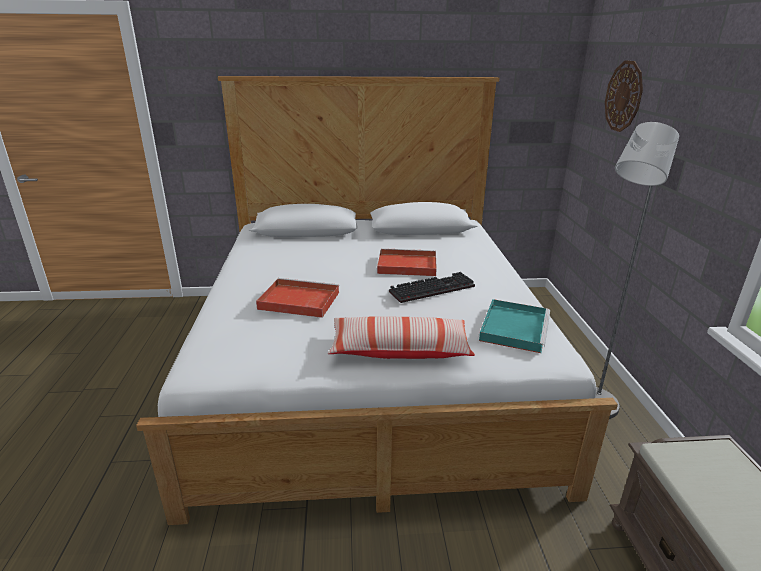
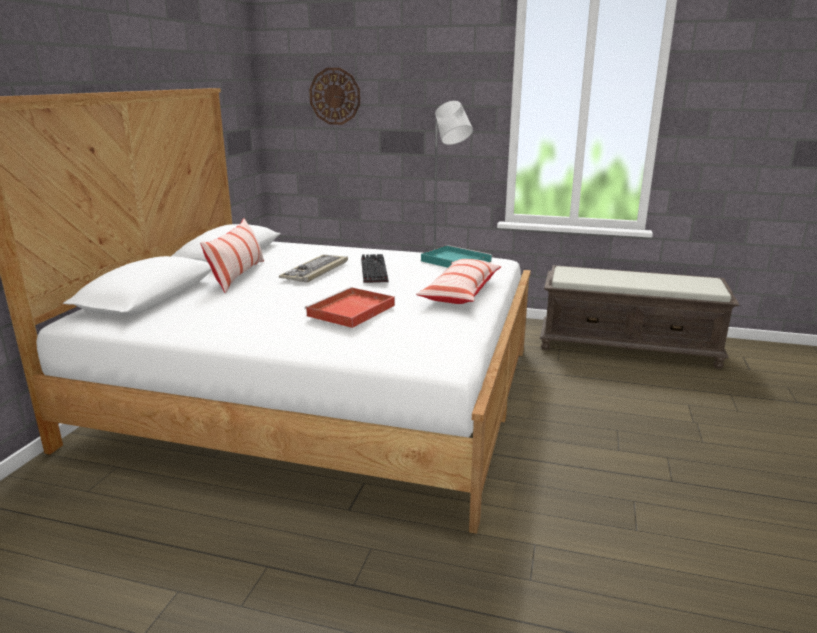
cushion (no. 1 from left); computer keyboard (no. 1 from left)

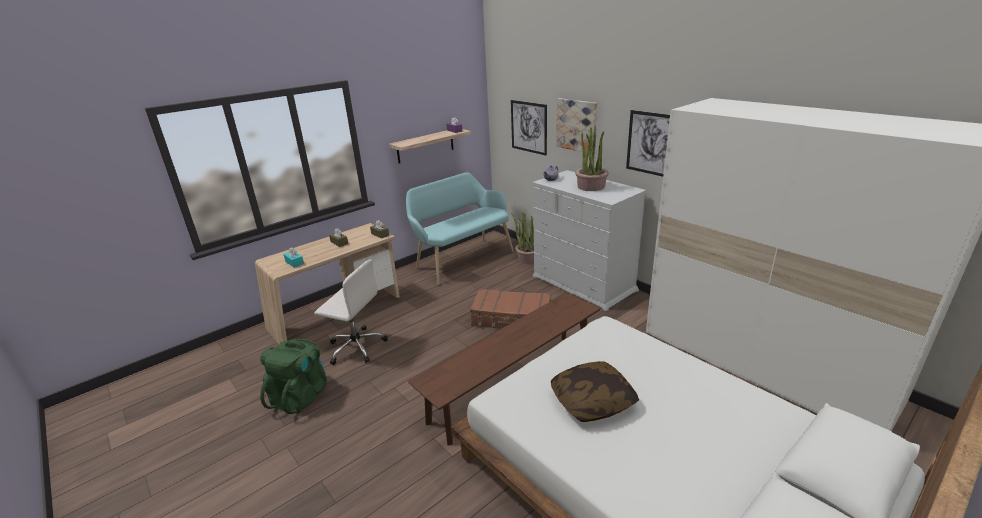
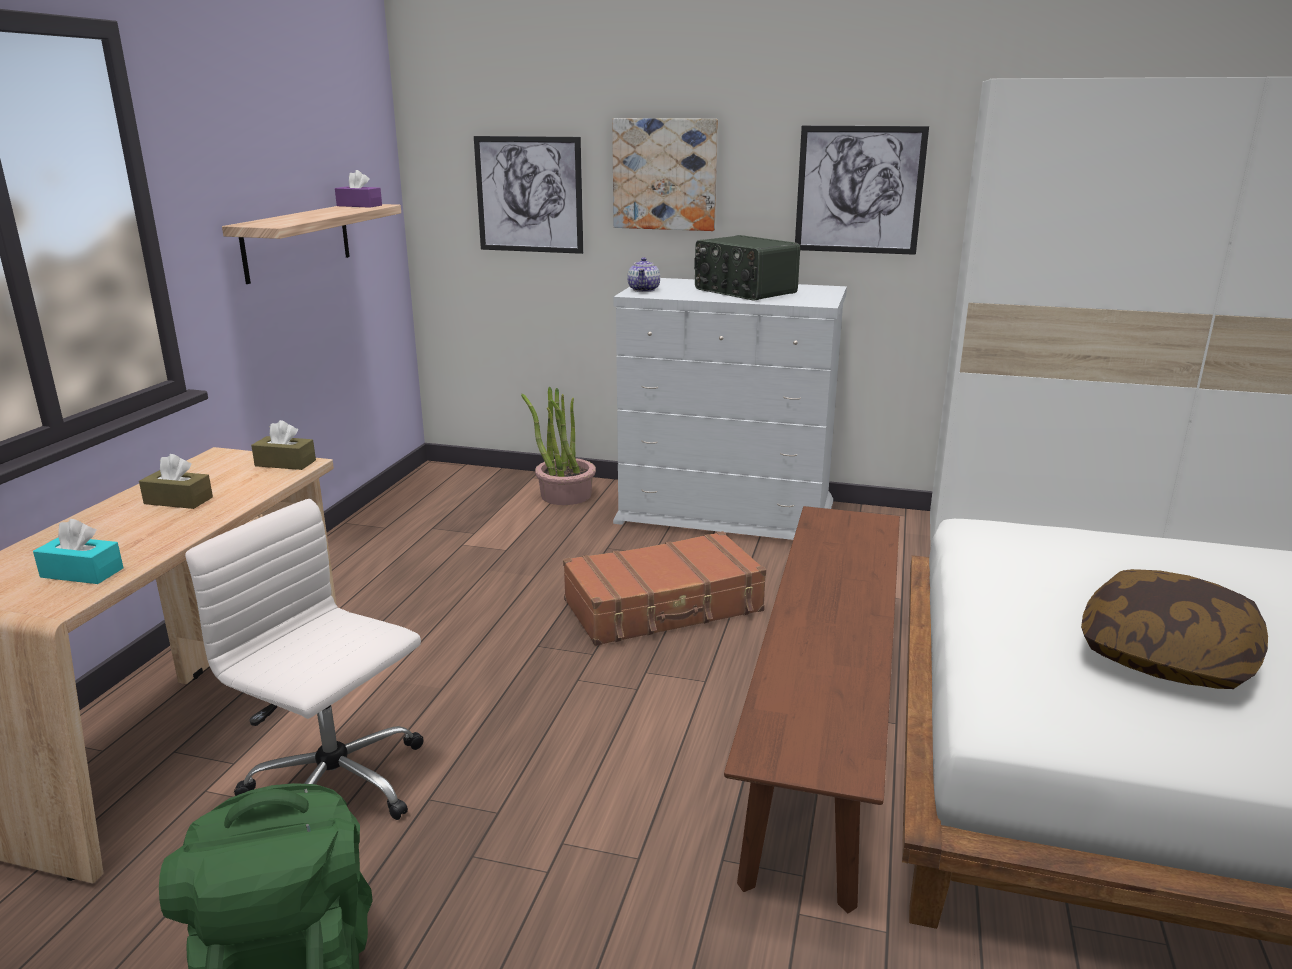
white-coloured computer chair; radio set; turquoise indoor bench

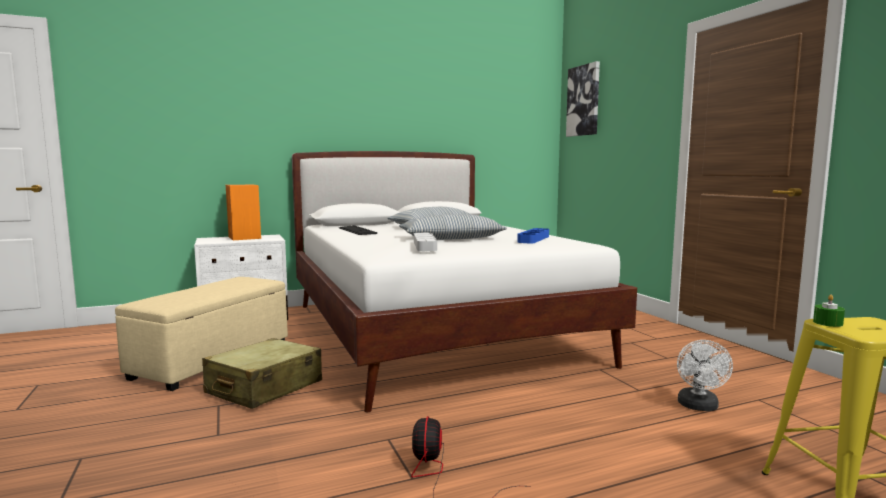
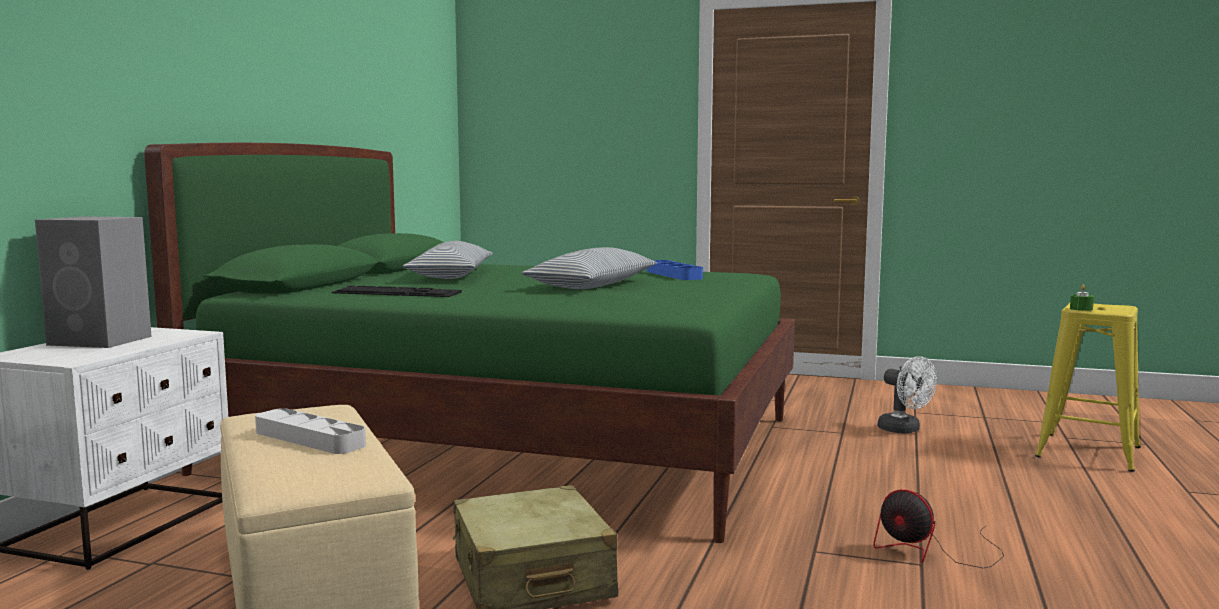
greyish speaker; greenish bedroom bed; greyish serving tray; wall art

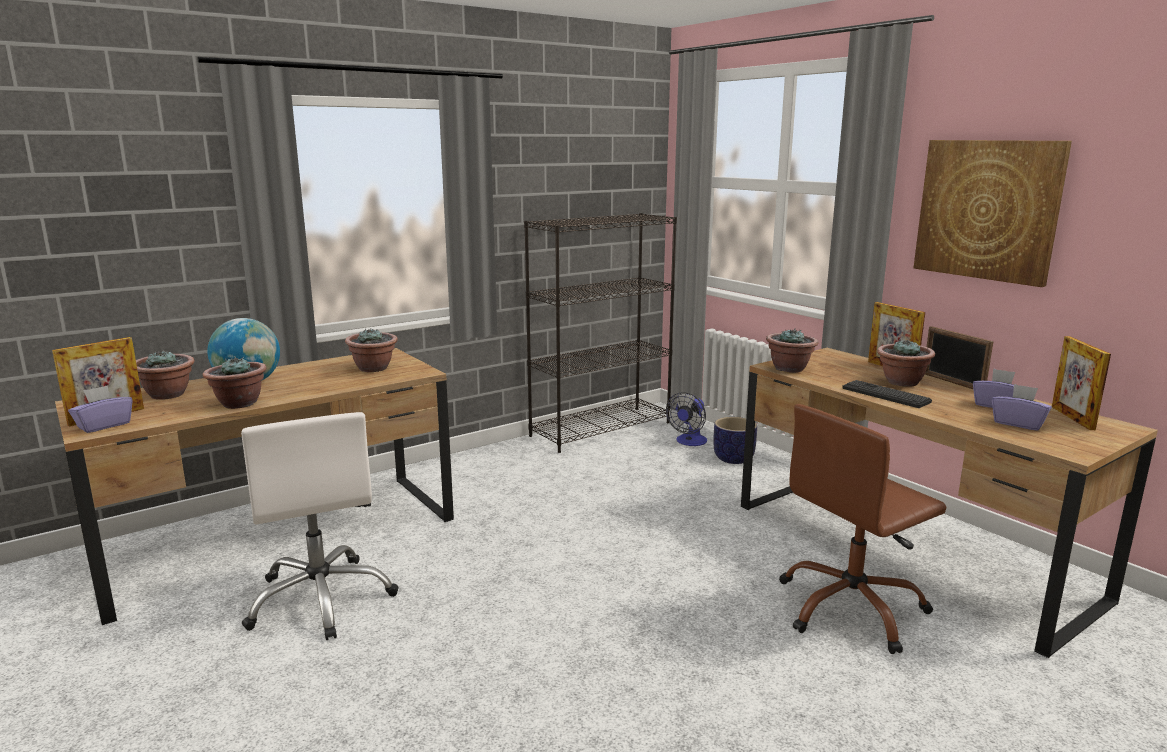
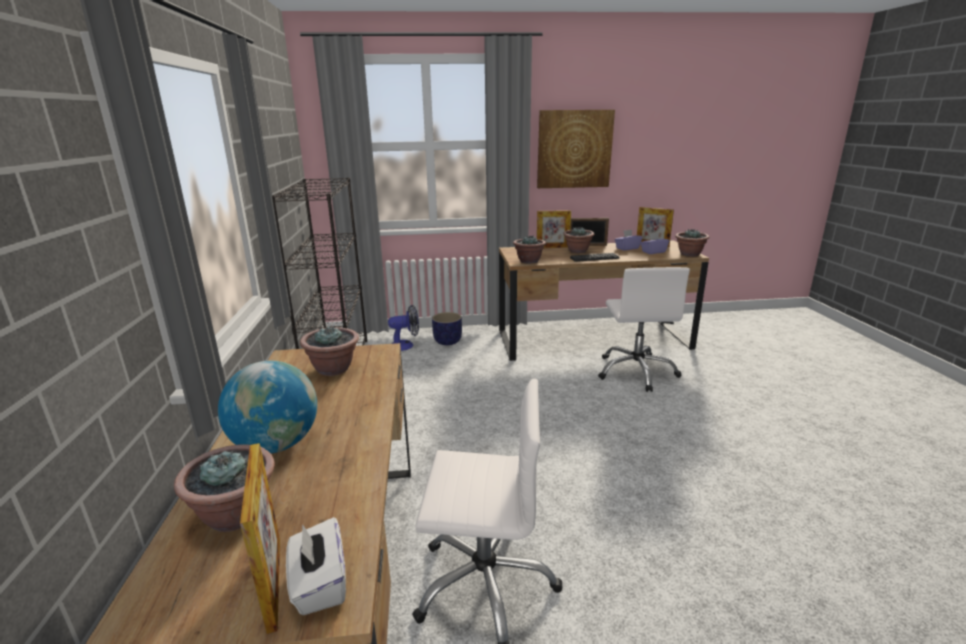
white-coloured tissue holder; fan; white-coloured computer chair (no. 2 from left); houseplant (no. 5 from left)

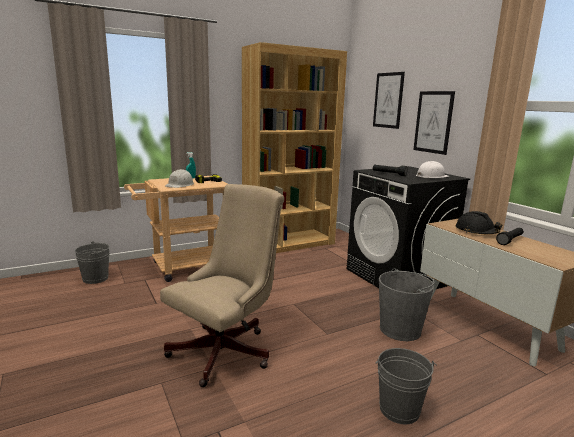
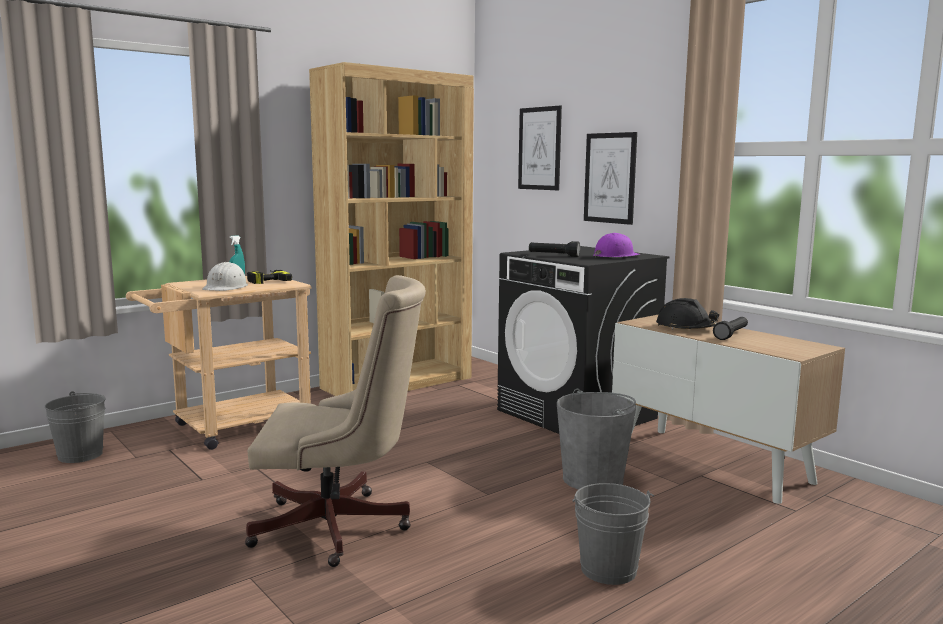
beige-coloured computer chair; purple safety helmet

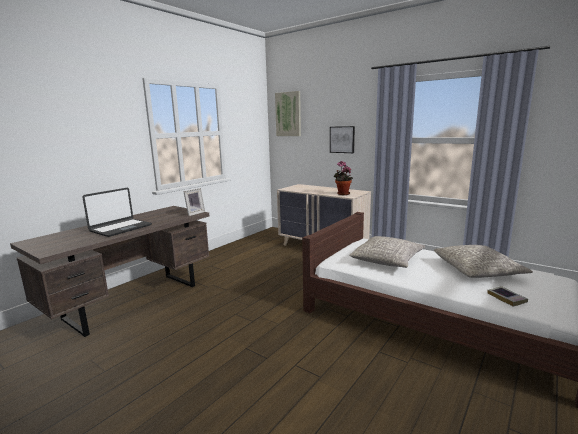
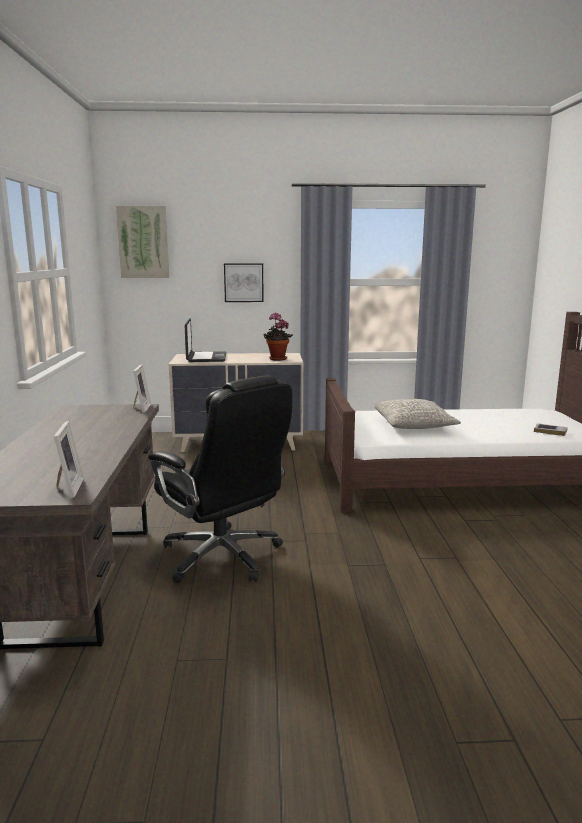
picture frame (no. 1 from left); black-coloured computer chair; laptop; greyish cushion (no. 2 from left in the first image)

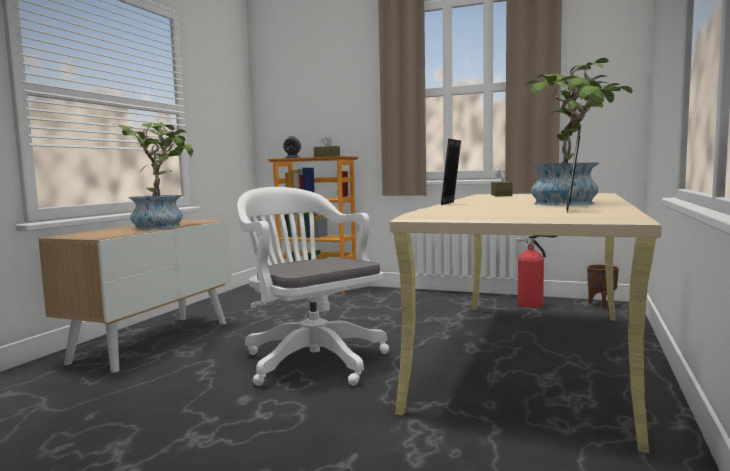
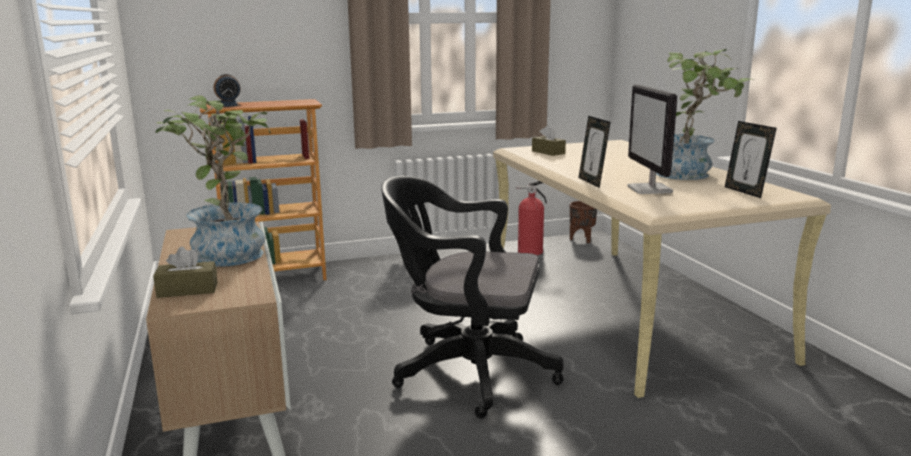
brown tissue holder (no. 1 from left); black-coloured computer chair; computer display

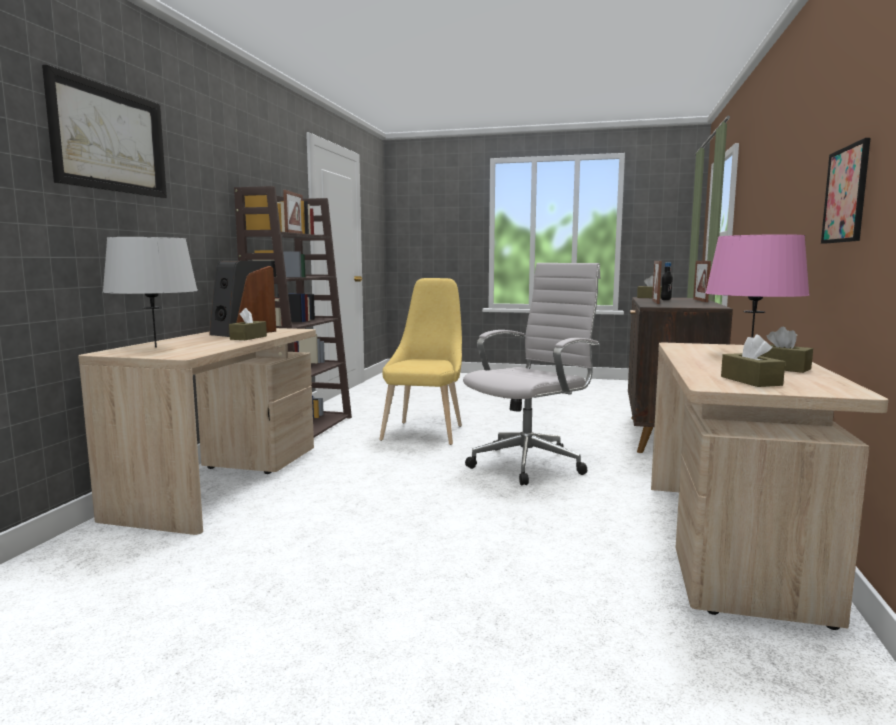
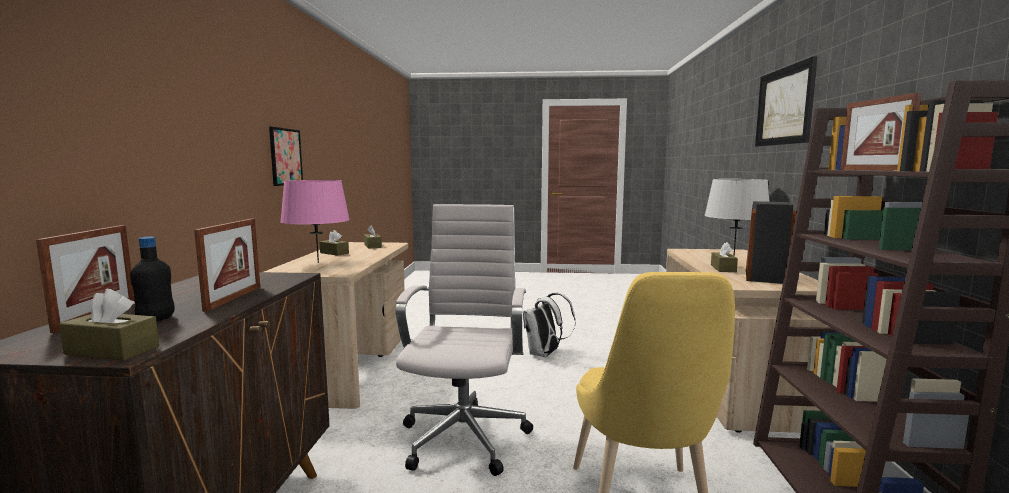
white-coloured computer chair; white-coloured knapsack

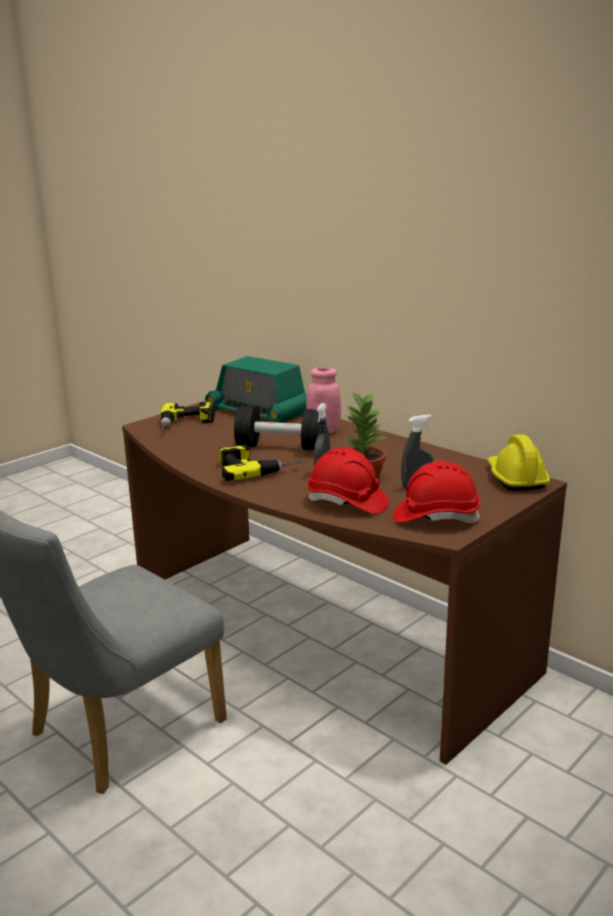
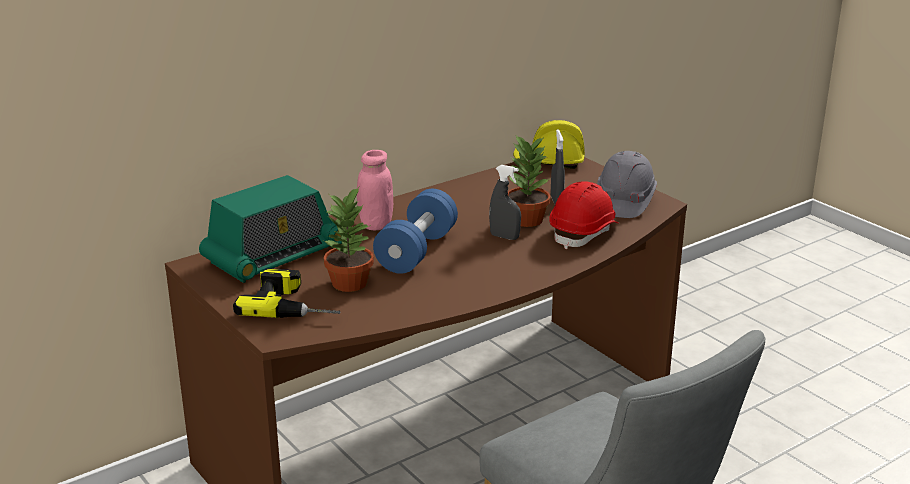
houseplant (no. 1 from left); bluish dumbbell; greyish safety helmet; drill (no. 2 from left in the first image)

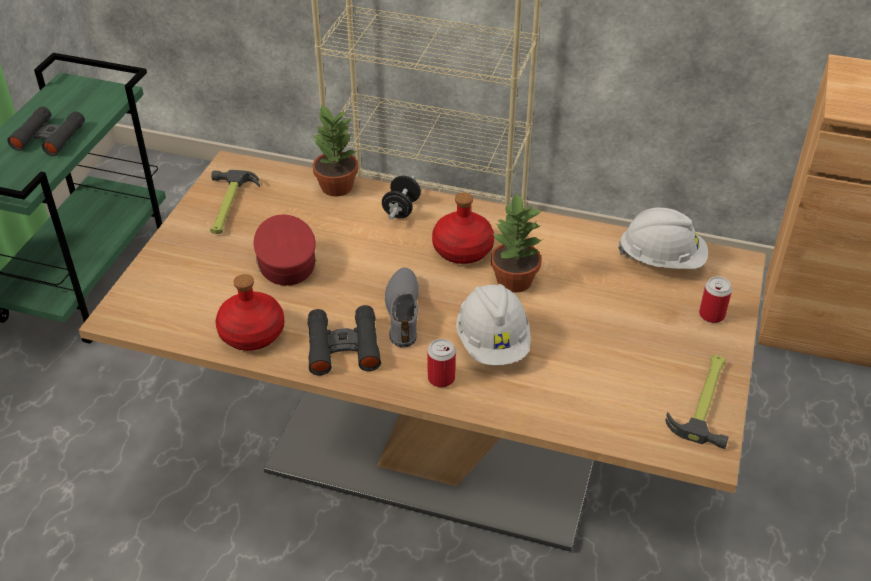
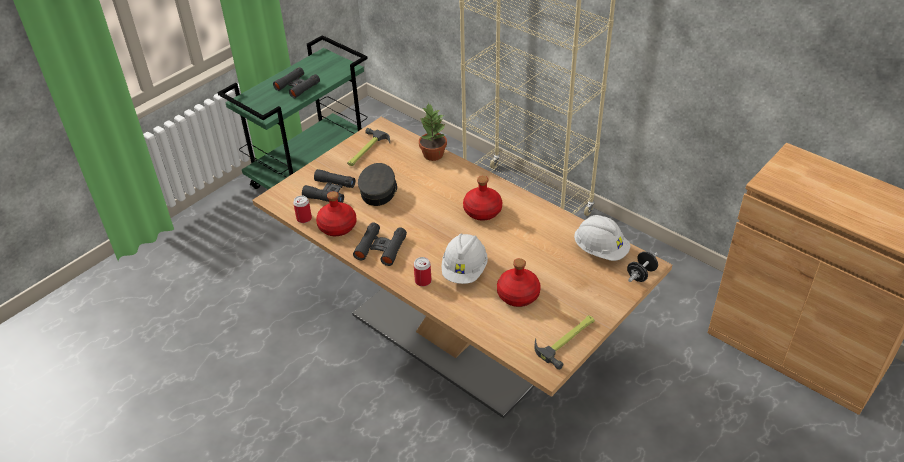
sealed can (no. 1 from left); black-coloured field glasses (no. 2 from left); greyish cap; red beverage bottle (no. 3 from left); black-coloured dumbbell; greyish low shoe; houseplant (no. 2 from left in the first image)

